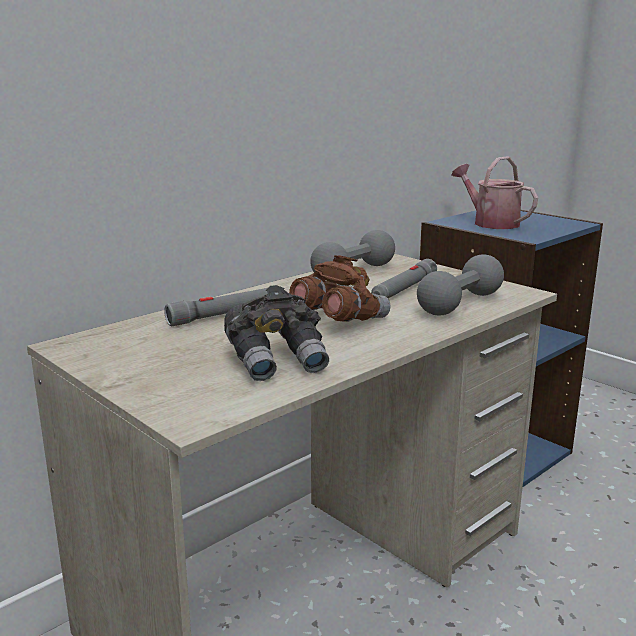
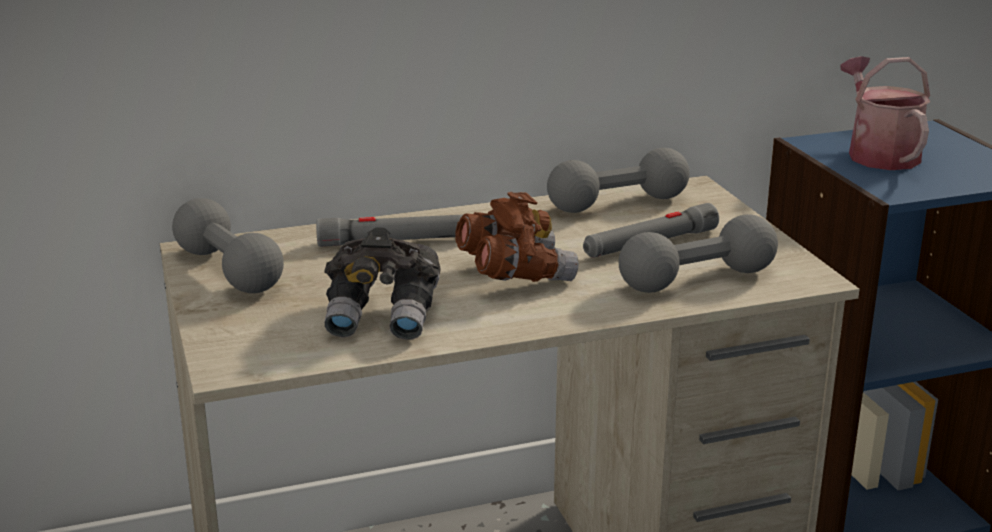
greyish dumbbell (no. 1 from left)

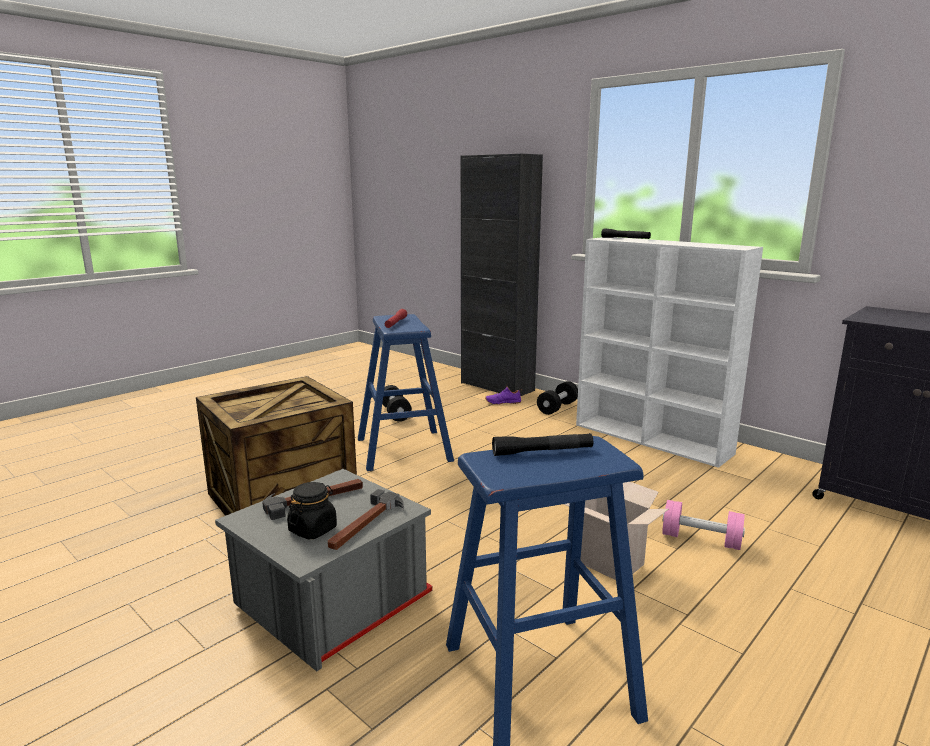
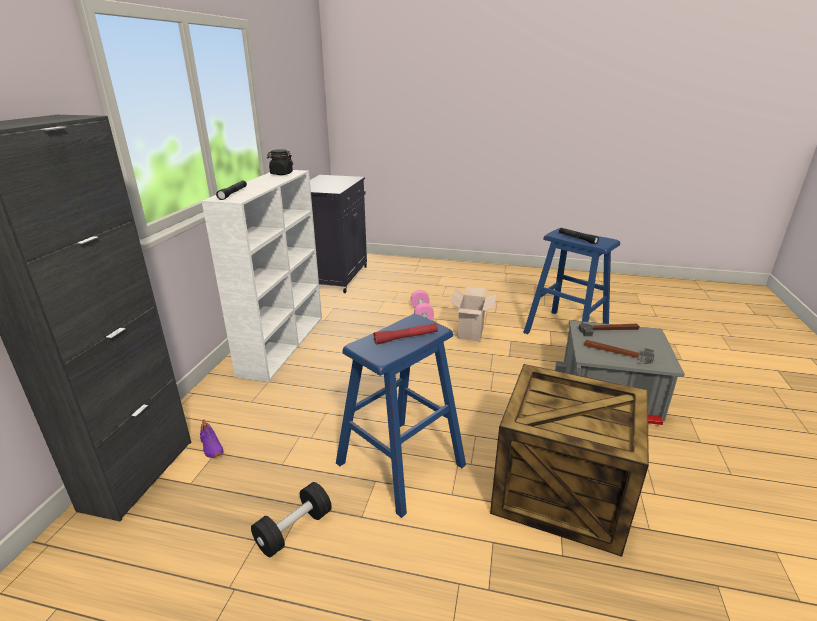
black-coloured preserve jar; black-coloured dumbbell (no. 2 from left in the first image)

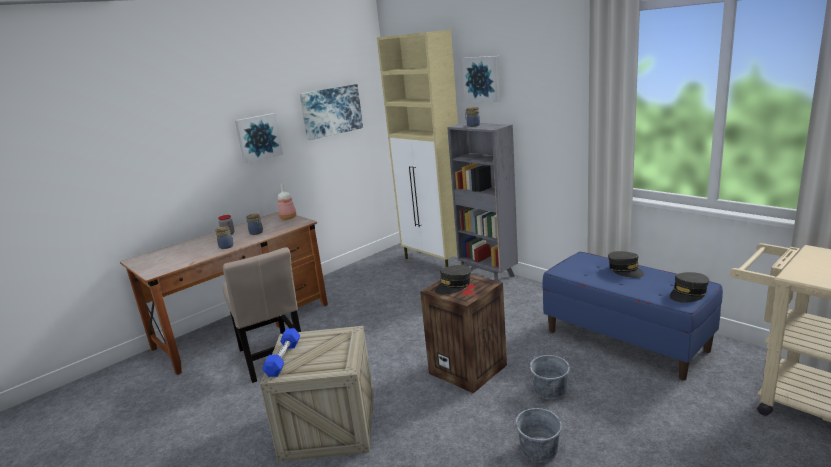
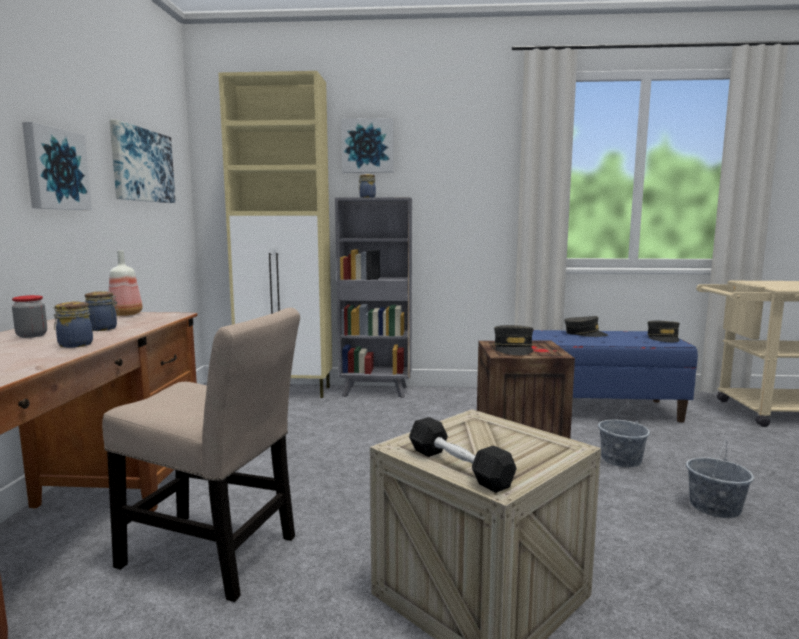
black-coloured dumbbell

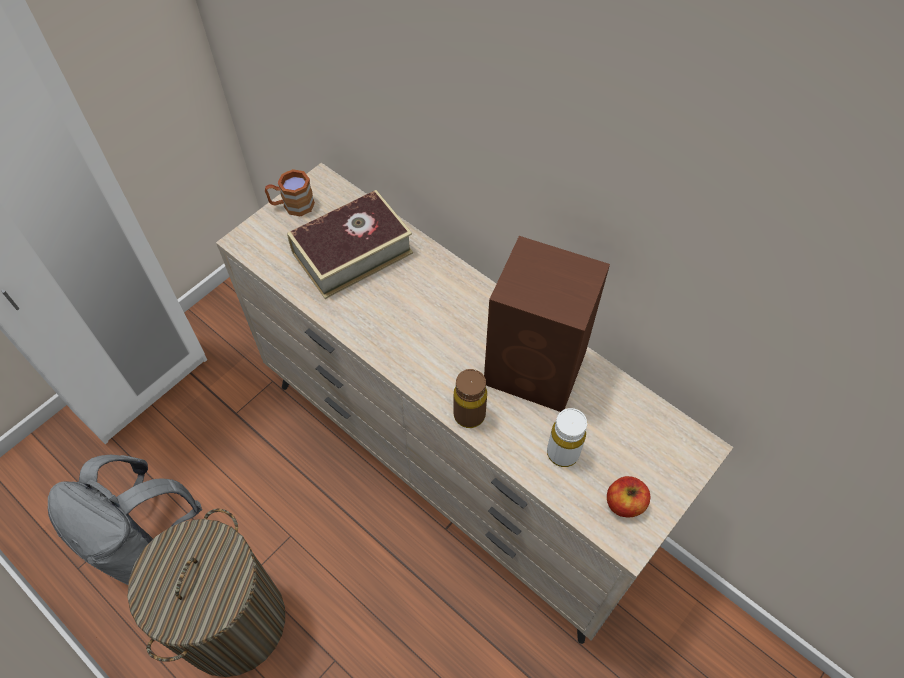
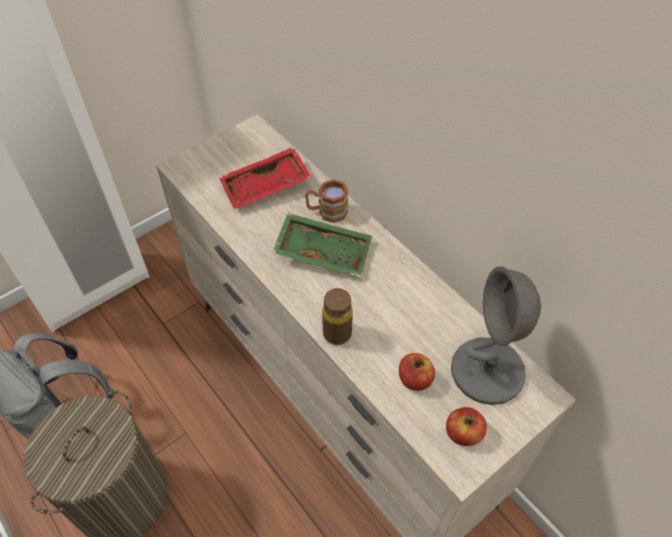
red serving tray; greenish serving tray; brown mug; apple fruit (no. 1 from left); greyish tabletop lamp; brown speaker

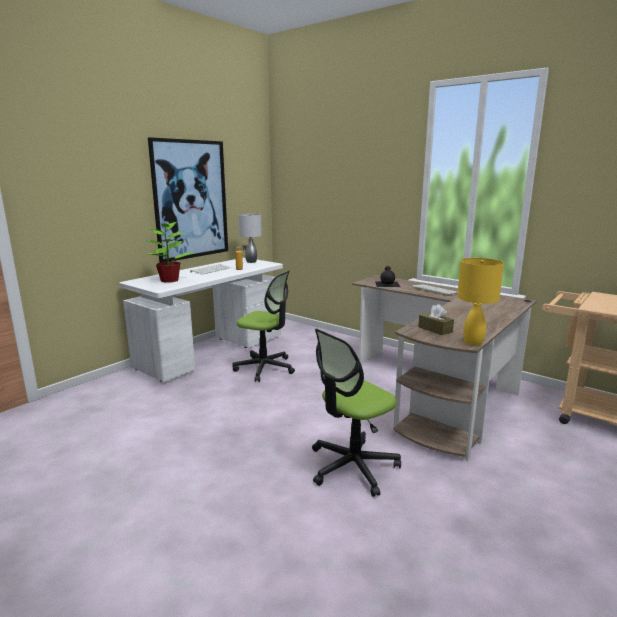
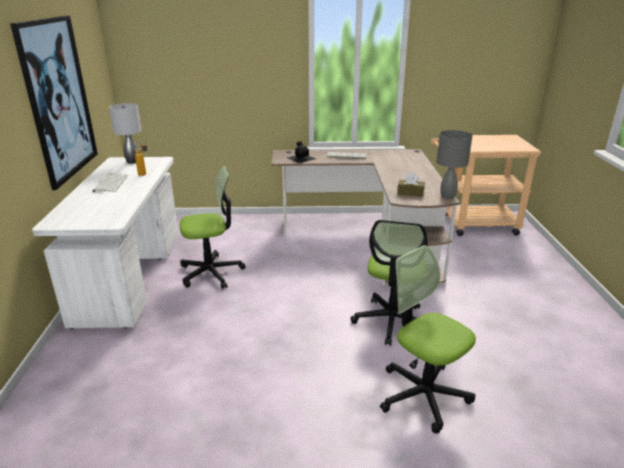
computer chair (no. 3 from left); greyish tabletop lamp (no. 2 from left); houseplant

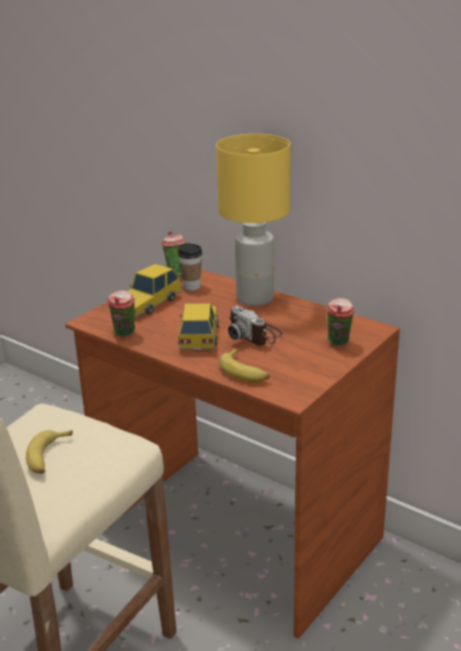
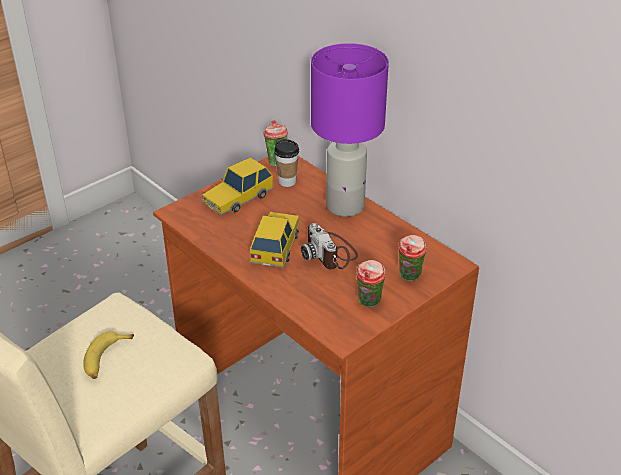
purple tabletop lamp; drinking cup (no. 3 from left); banana (no. 2 from left in the first image)

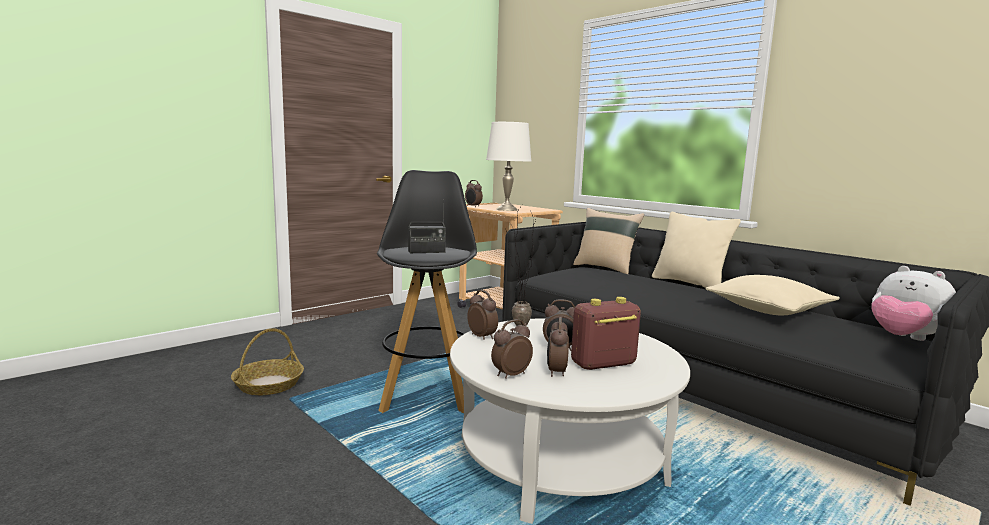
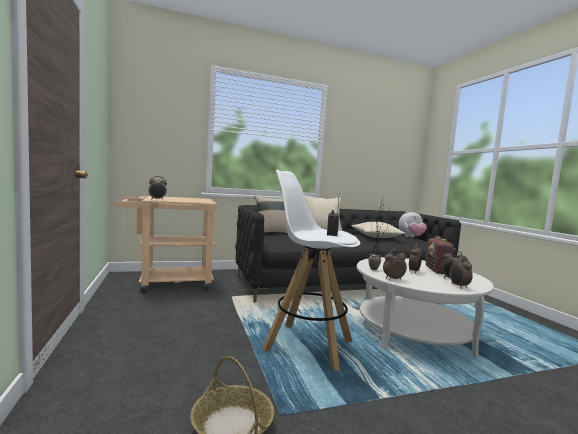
white-coloured stool; white-coloured tabletop lamp

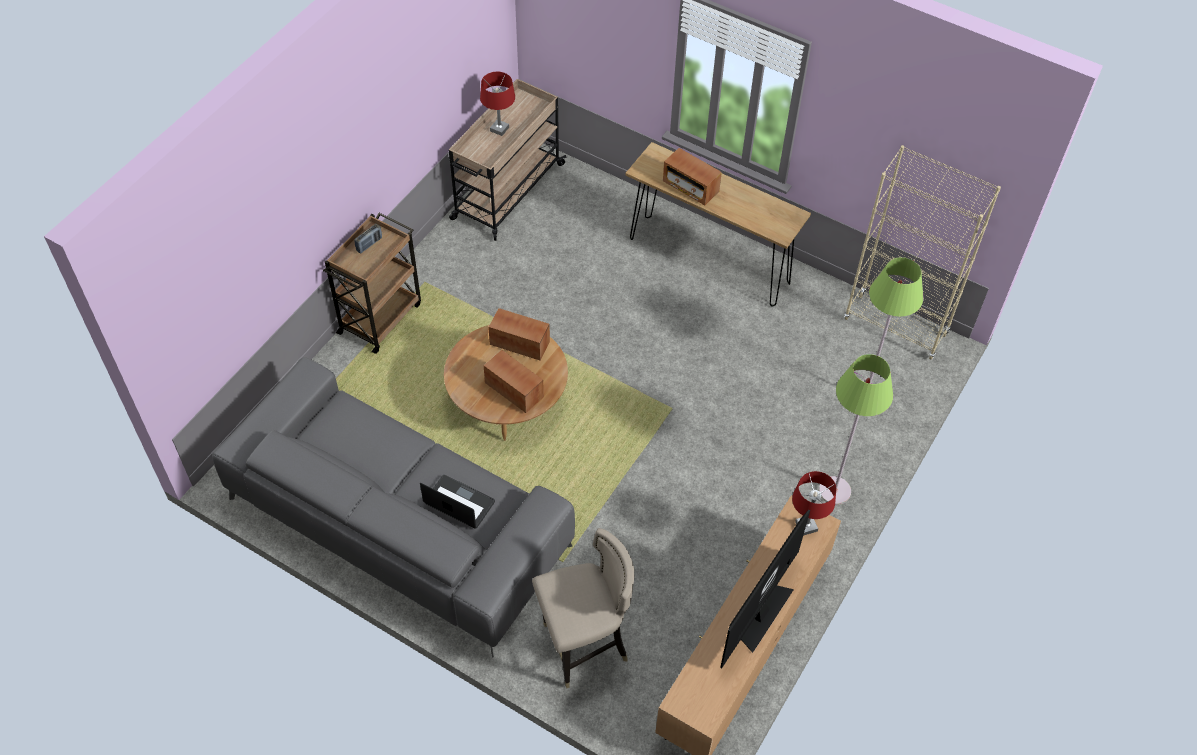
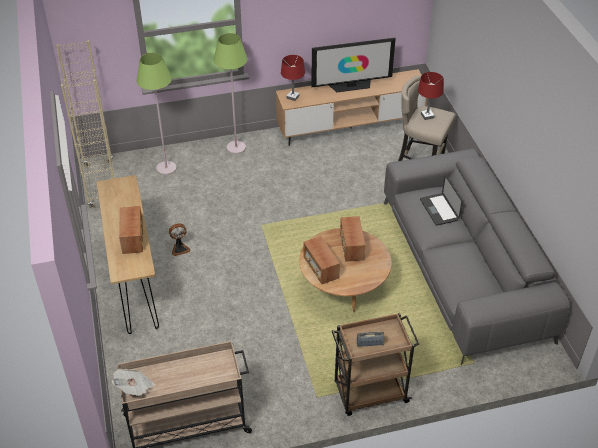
daily paper; fan; red tabletop lamp (no. 2 from left)

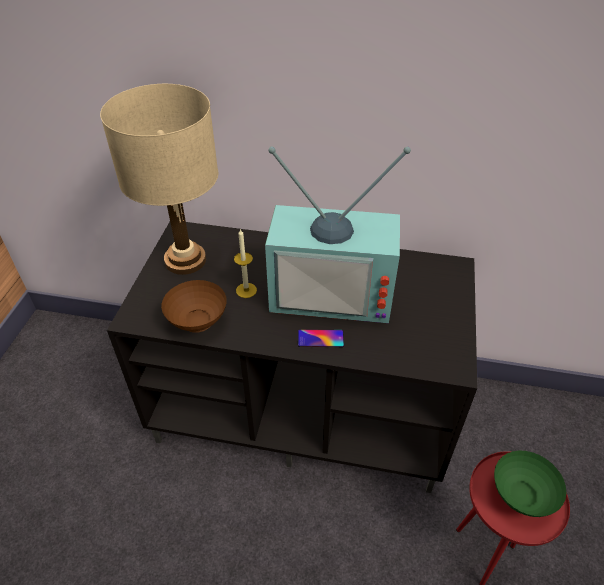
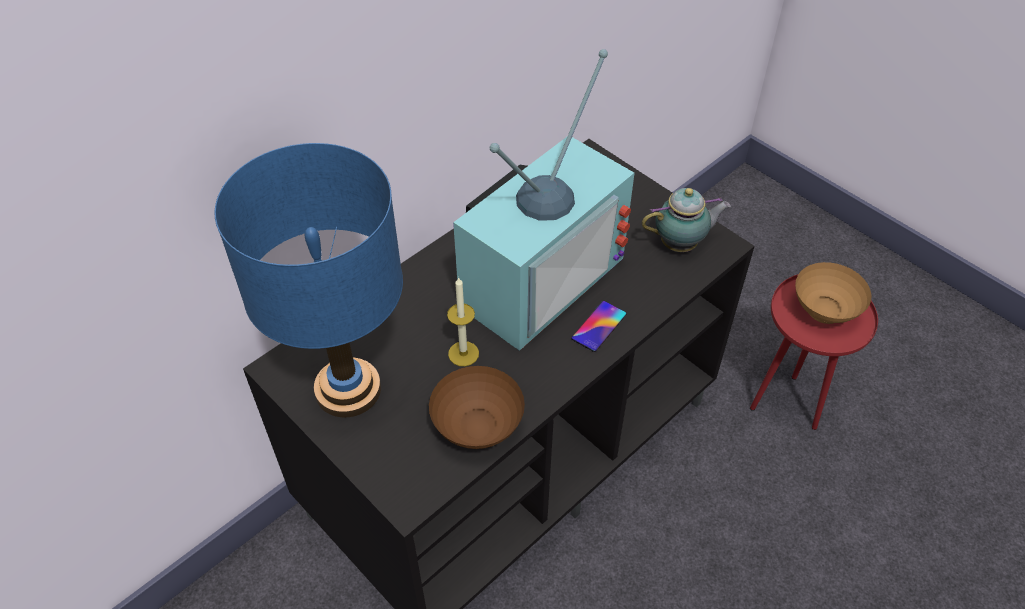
bluish tabletop lamp; teapot; brown bowl (no. 2 from left)

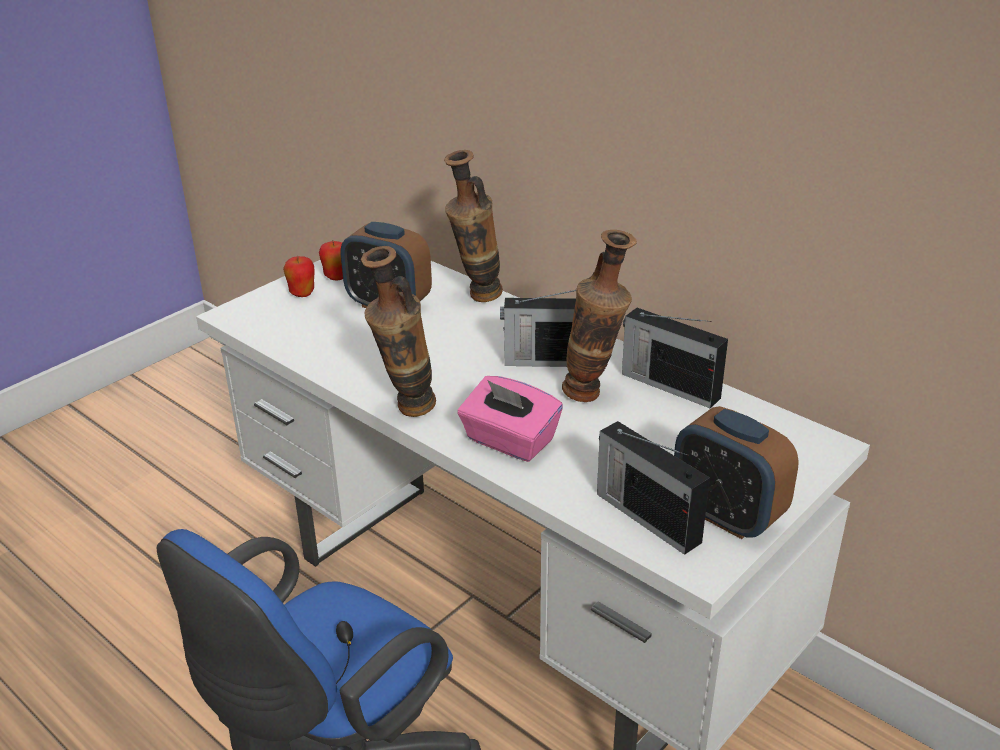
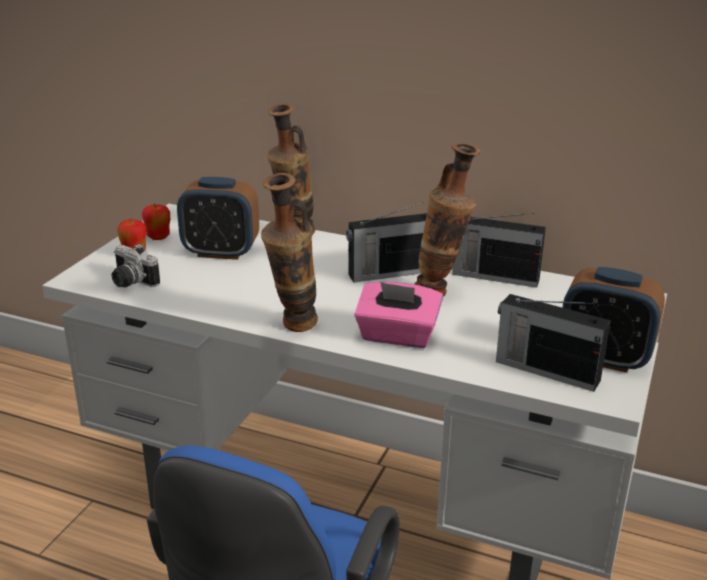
photo camera

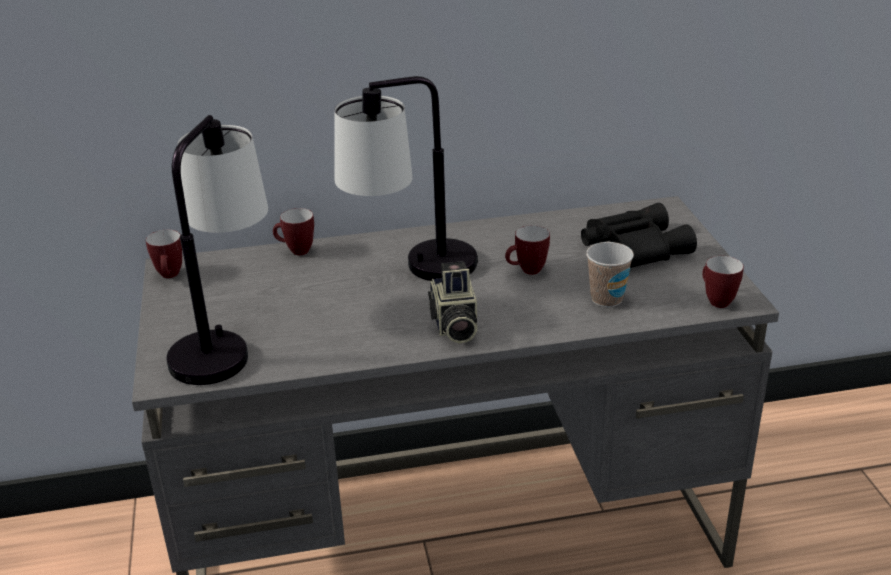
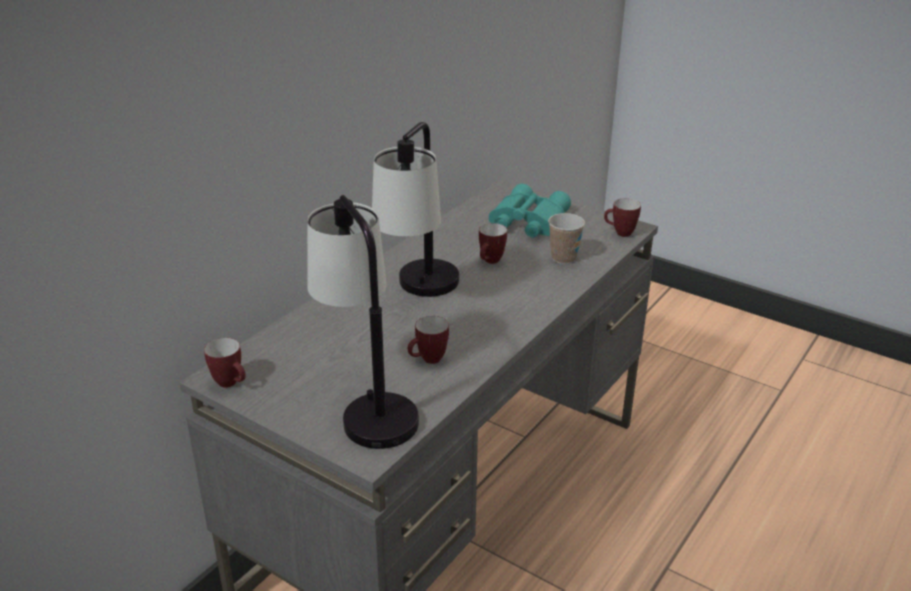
mug (no. 2 from left); turquoise field glasses; photo camera

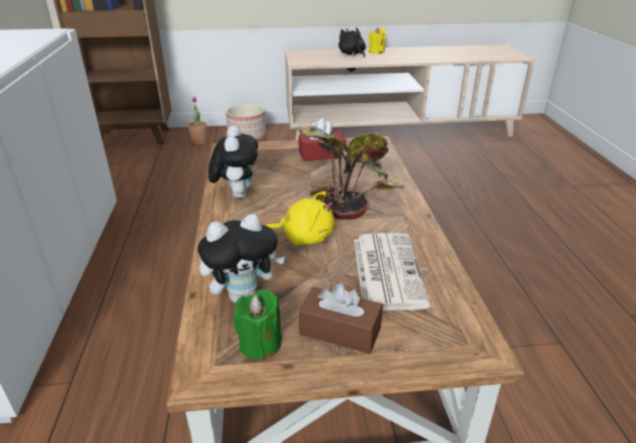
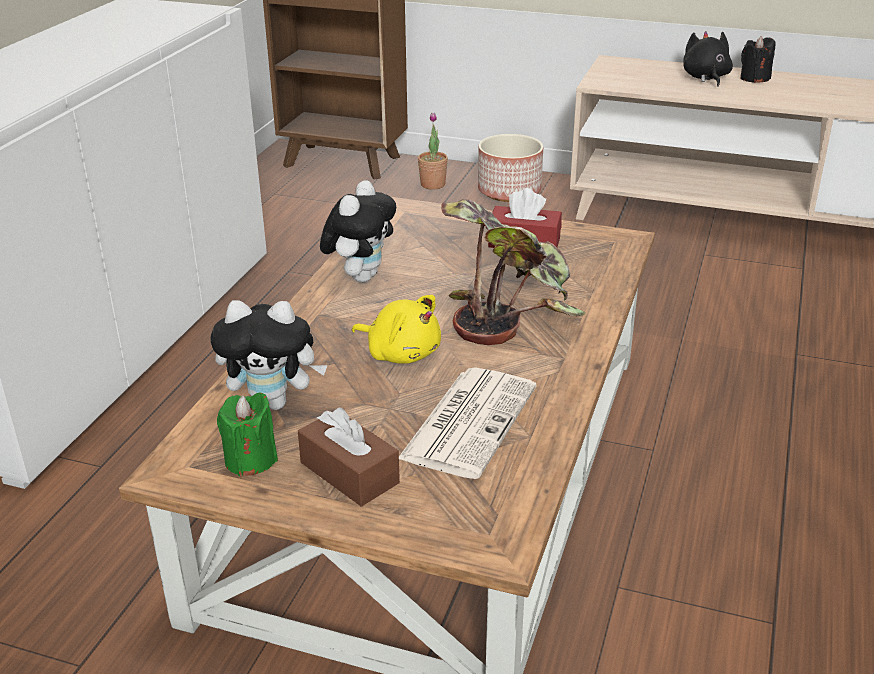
black-coloured wax light

